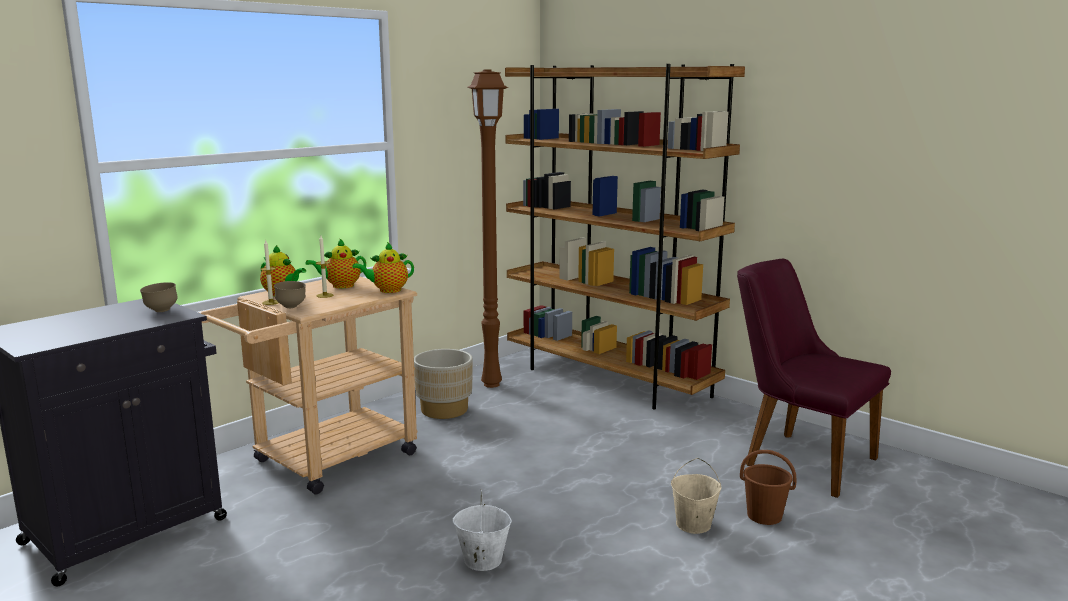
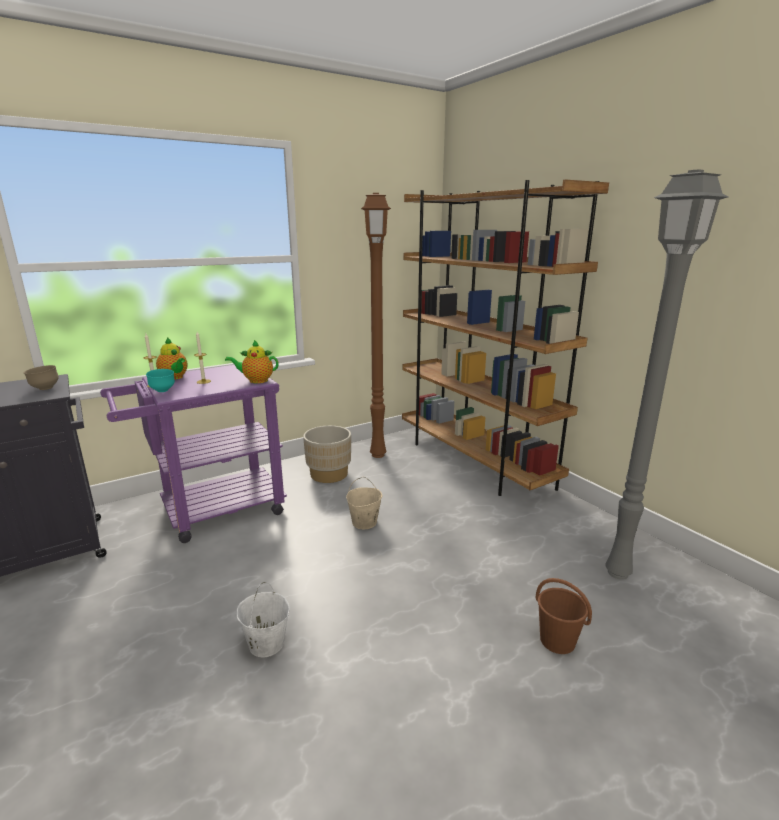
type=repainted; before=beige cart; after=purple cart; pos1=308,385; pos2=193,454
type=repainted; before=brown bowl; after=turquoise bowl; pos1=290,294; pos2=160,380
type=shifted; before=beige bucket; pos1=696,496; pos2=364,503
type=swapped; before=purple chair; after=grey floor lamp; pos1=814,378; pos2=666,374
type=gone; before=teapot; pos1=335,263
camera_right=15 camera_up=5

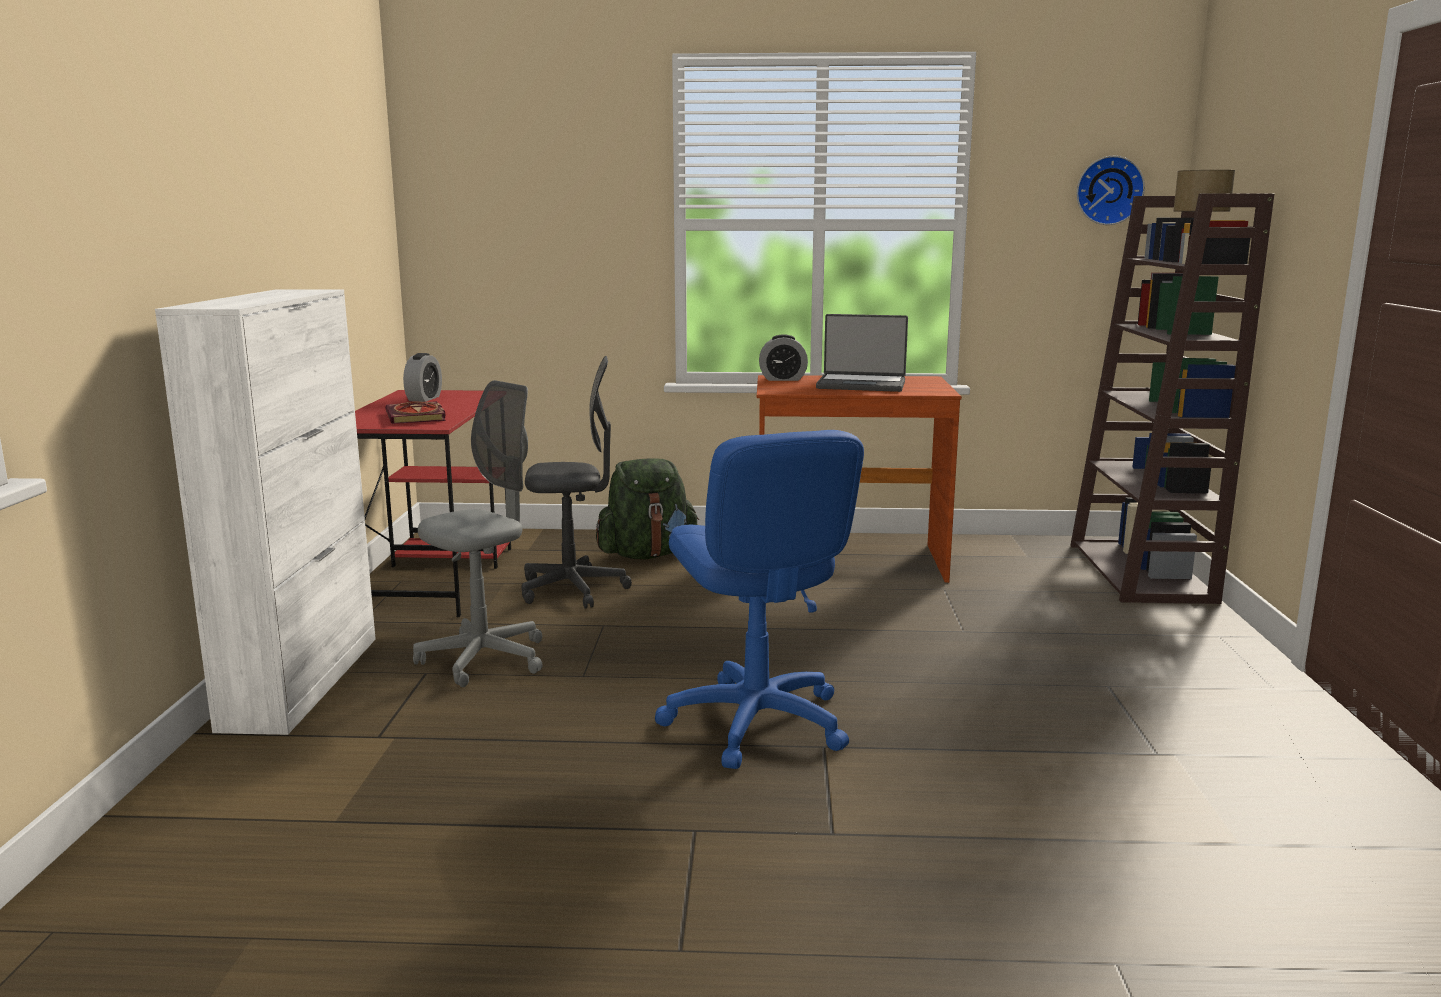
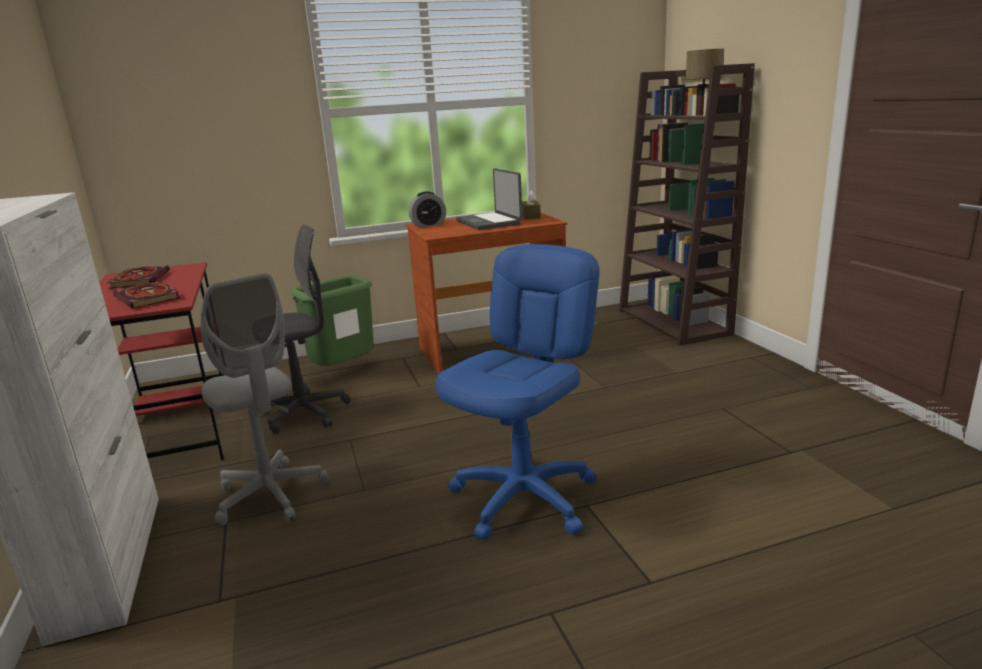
type=swapped; before=alarm clock; after=book; pos1=422,377; pos2=138,277
type=rotated; before=grey office chair; pos1=477,533; pos2=265,399; turn=120
type=swapped; before=green backpack; after=green trash can; pos1=647,508; pos2=332,320
type=rotated; before=blue office chair; pos1=759,599; pos2=517,392; turn=-105
type=rotated; before=laptop; pos1=862,353; pos2=489,199; turn=75
type=new; after=brown tissue box; pos2=531,204
type=gone; before=wall clock; pos1=1111,190
camera_right=-20 camera_up=5

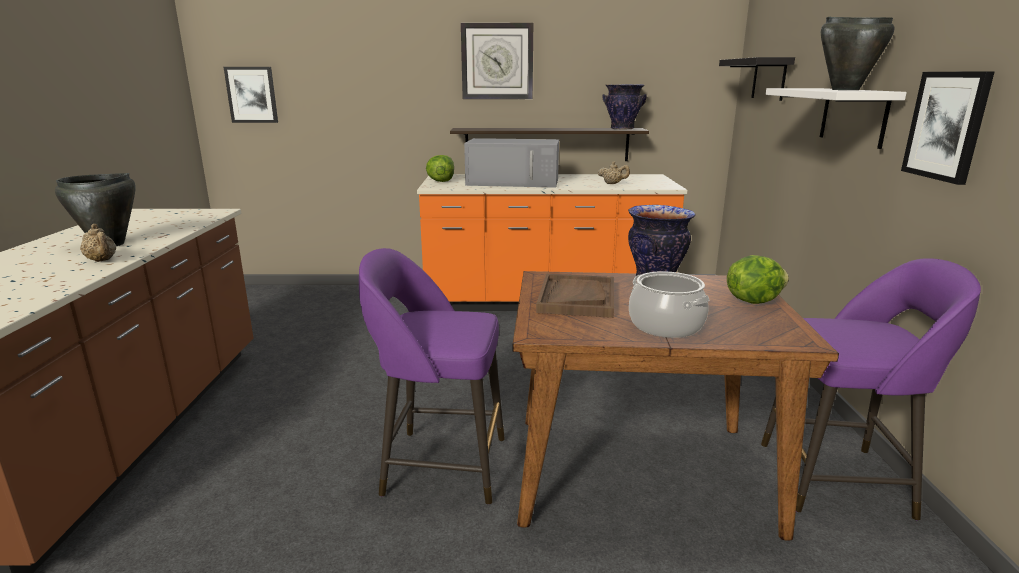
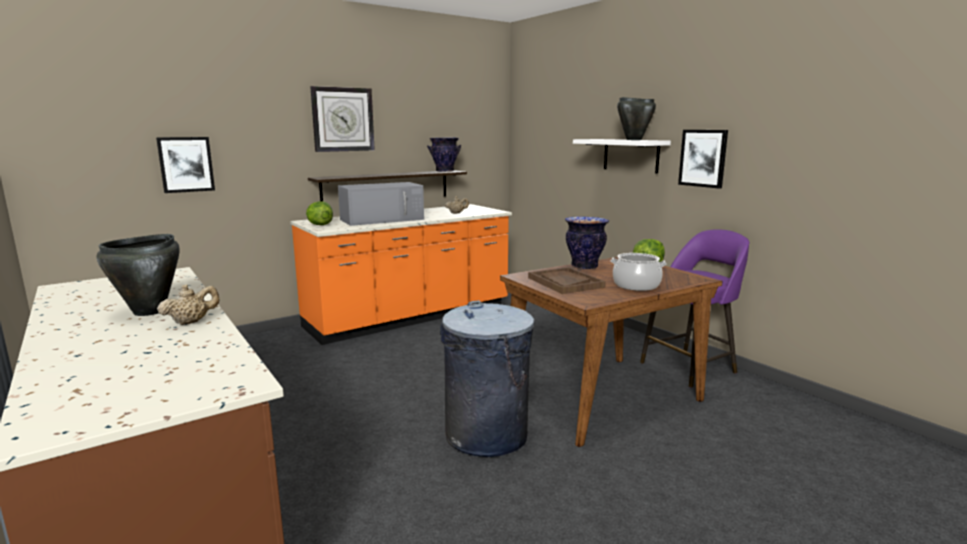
type=shifted; before=picture; pos1=251,95; pos2=185,165
type=rotated; before=beige teapot; pos1=98,243; pos2=188,304; turn=-45
type=swapped; before=purple stool; after=grey trash can; pos1=432,376; pos2=487,378
type=gone; before=black shelf; pos1=757,79
camera_right=-35 camera_up=-5

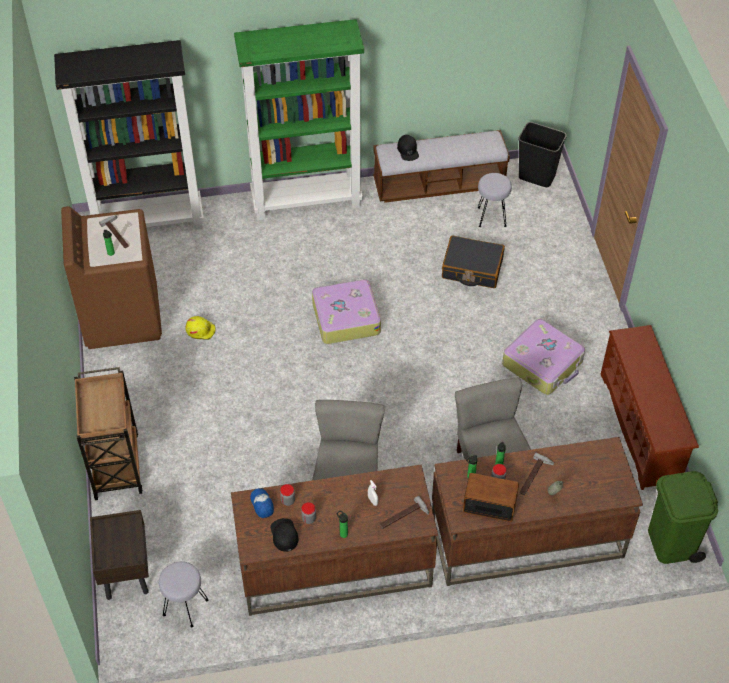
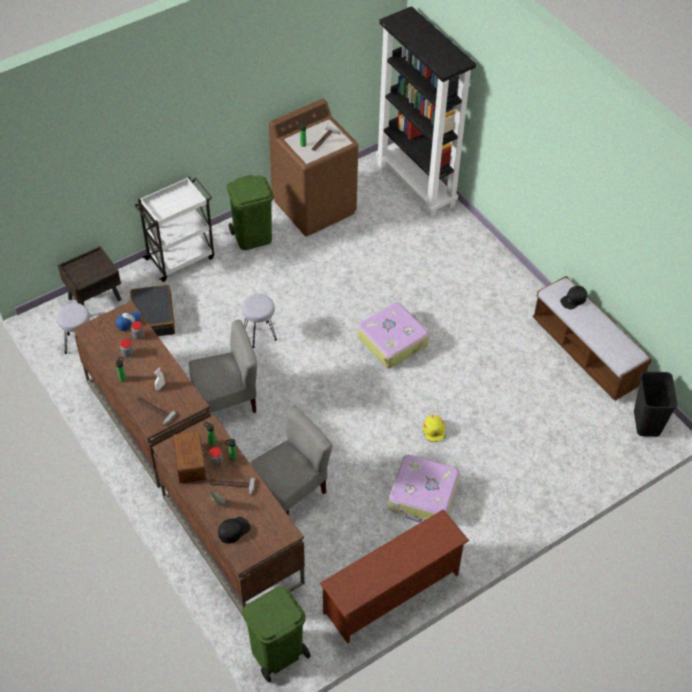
type=shifted; before=black suitcase; pos1=473,261; pos2=152,310
type=repainted; before=brown cart; after=white cart; pos1=108,433; pos2=174,229
type=shifted; before=black cap; pos1=285,535; pos2=234,530
type=new; after=green trash can; pos2=250,212
type=shifted; before=grey stool; pos1=495,200; pos2=259,321
type=shifted; before=yellow hard hat; pos1=200,328; pos2=434,428
type=gone; before=green bookcase; pos1=299,119
camera_right=65 camera_up=0

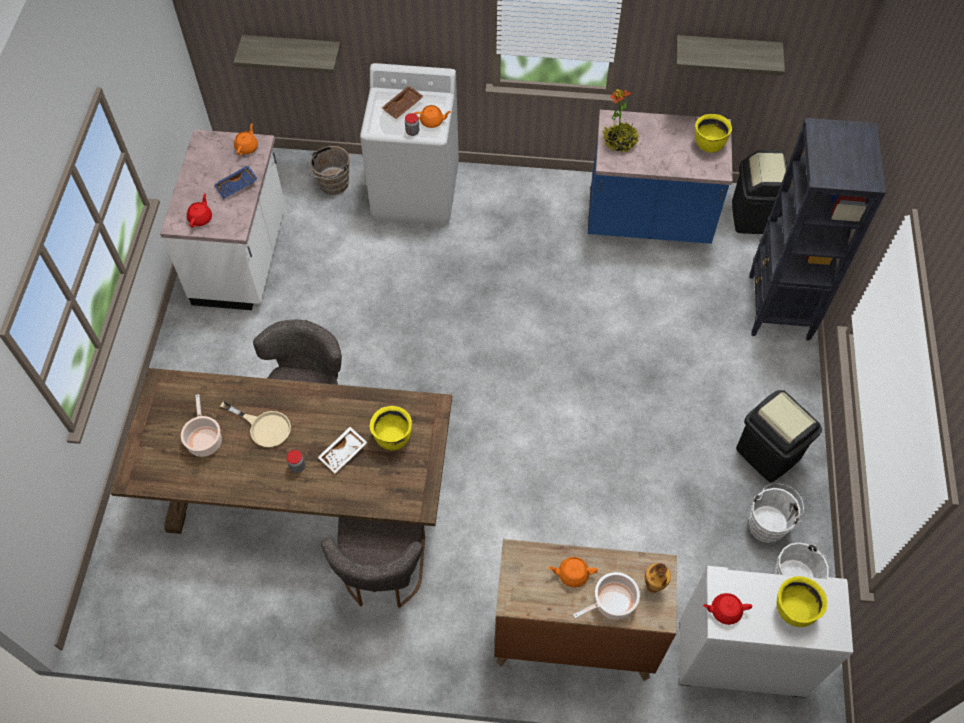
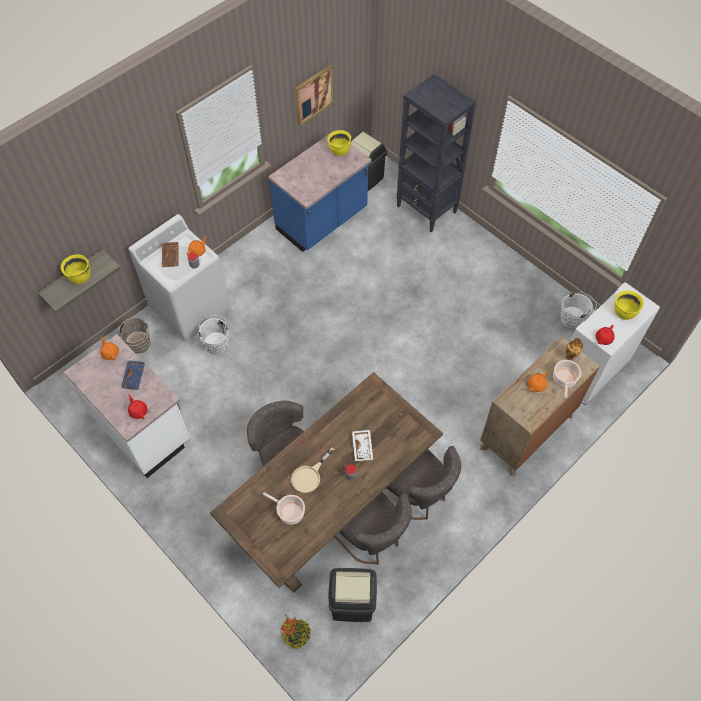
type=shifted; before=yellow cooking pot; pos1=391,428; pos2=76,269
type=shifted; before=white bucket; pos1=776,513; pos2=213,335
type=shifted; before=potted plant; pos1=621,121; pos2=295,632
type=rotated; before=beige frying pan; pos1=255,424; pos2=312,470; turn=150
type=swapped; before=shelf; after=picture; pos1=730,55; pos2=314,95
type=shifted; before=black trash can; pos1=779,436; pos2=353,595
type=new; after=grey chair; pos2=373,528
camera_right=-50 camera_up=0

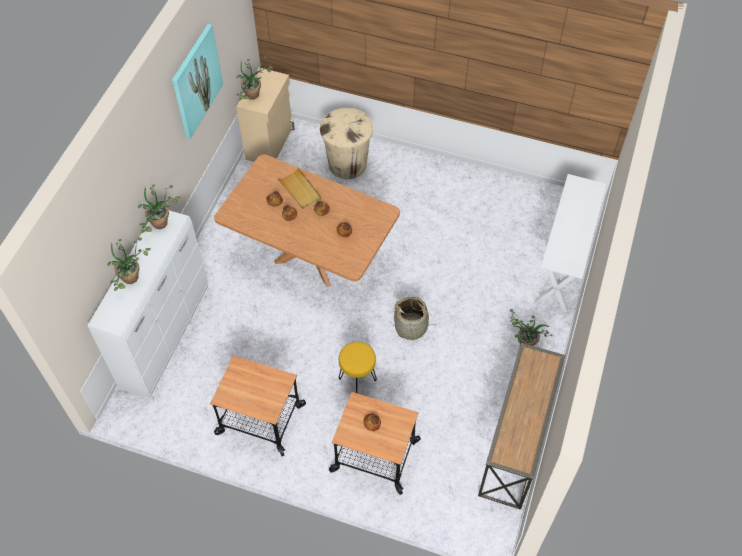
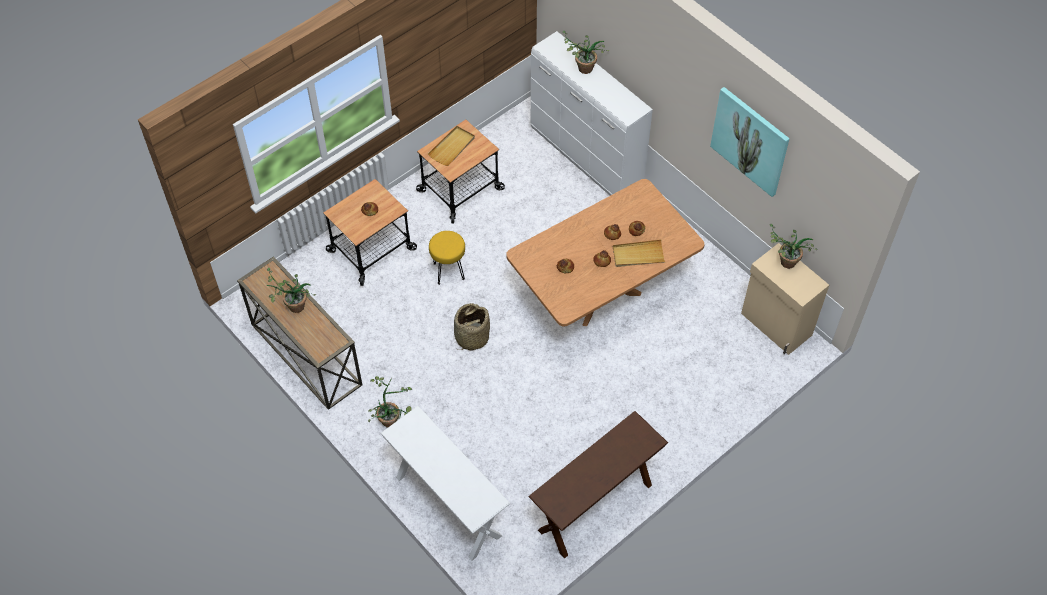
type=shifted; before=potted plant; pos1=159,209; pos2=291,290
type=new; after=beige tray; pos2=451,146
type=new; after=brown console table; pos2=598,485
type=gone; before=beige trash can; pos1=346,143
camera_right=120 camera_up=0

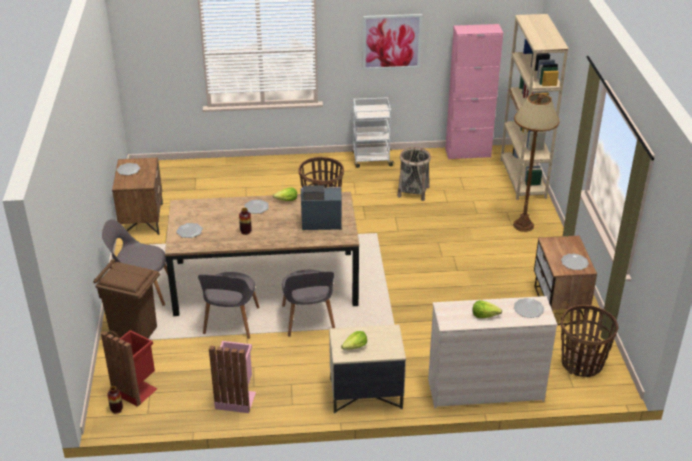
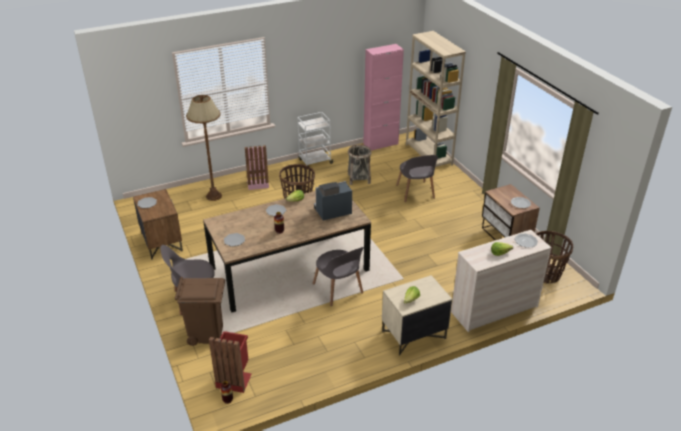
type=shifted; before=brown floor lamp; pos1=536,162; pos2=204,148
type=shifted; before=pink trash can; pos1=232,377; pos2=257,167
type=shifted; before=grey chair; pos1=229,305; pos2=417,178
type=gone; before=picture; pos1=392,42
camera_right=-20 camera_up=0

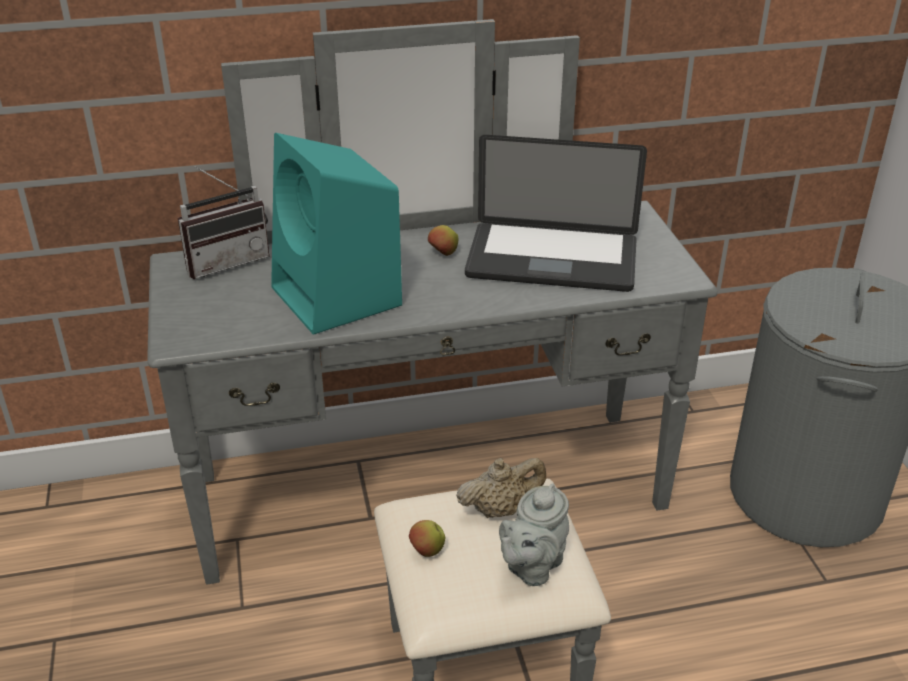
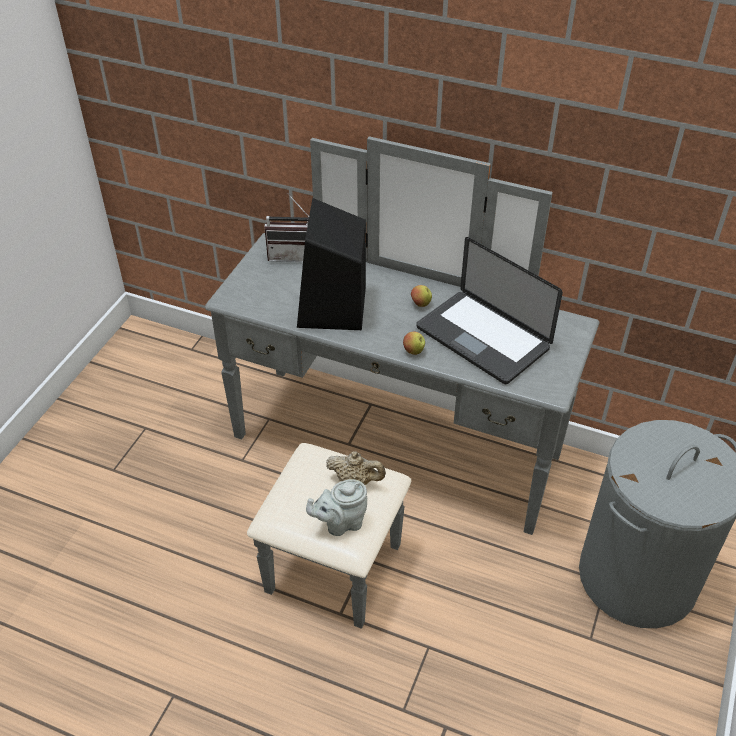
type=repainted; before=turquoise speaker; after=black speaker; pos1=336,234; pos2=331,264
type=shifted; before=apple; pos1=427,538; pos2=414,343
camera_right=35 camera_up=10

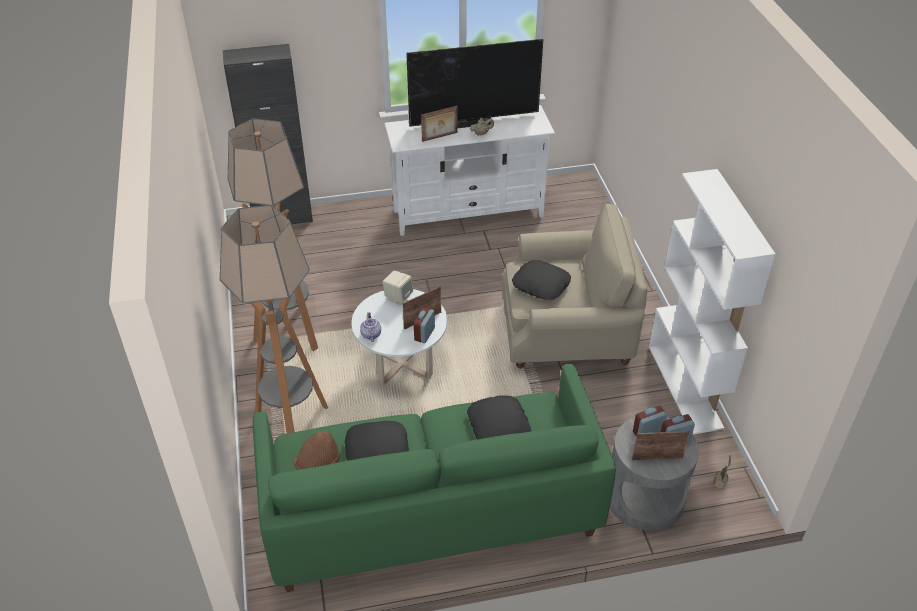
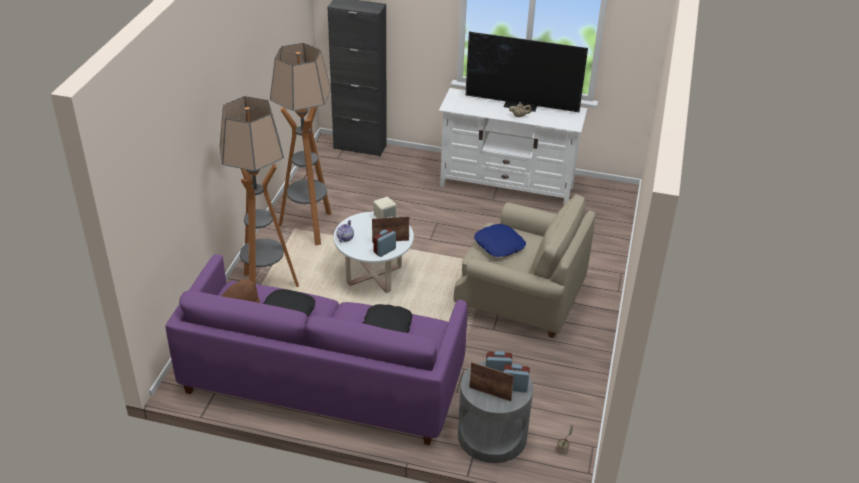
type=repainted; before=green sofa; after=purple sofa; pos1=434,478; pos2=316,349
type=repainted; before=black pillow; after=blue pillow; pos1=541,280; pos2=500,240
type=gone; before=picture frame; pos1=439,124
type=gone; before=white bookcase; pos1=712,301
camera_right=25 camera_up=-5

